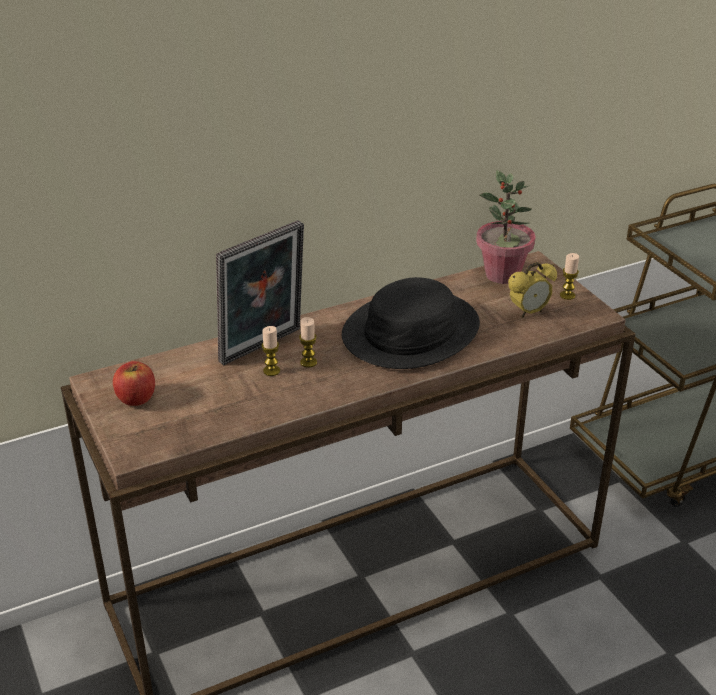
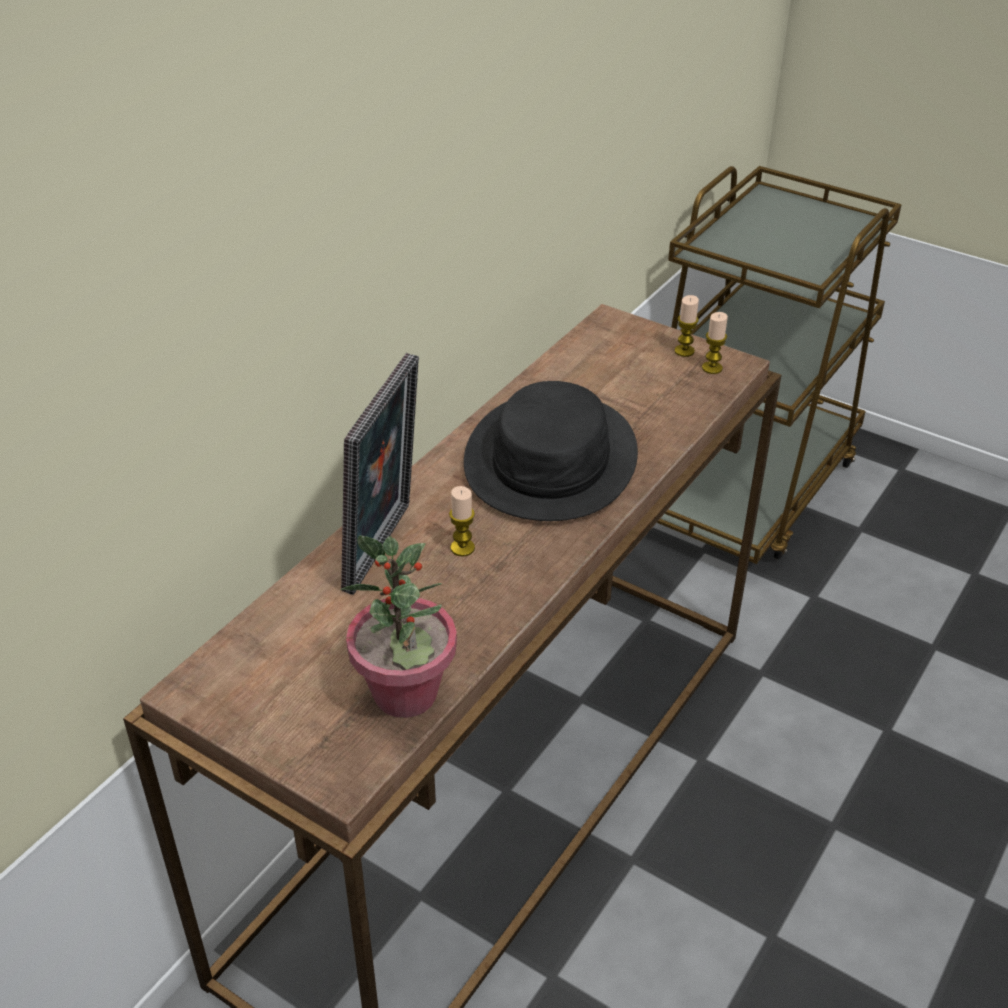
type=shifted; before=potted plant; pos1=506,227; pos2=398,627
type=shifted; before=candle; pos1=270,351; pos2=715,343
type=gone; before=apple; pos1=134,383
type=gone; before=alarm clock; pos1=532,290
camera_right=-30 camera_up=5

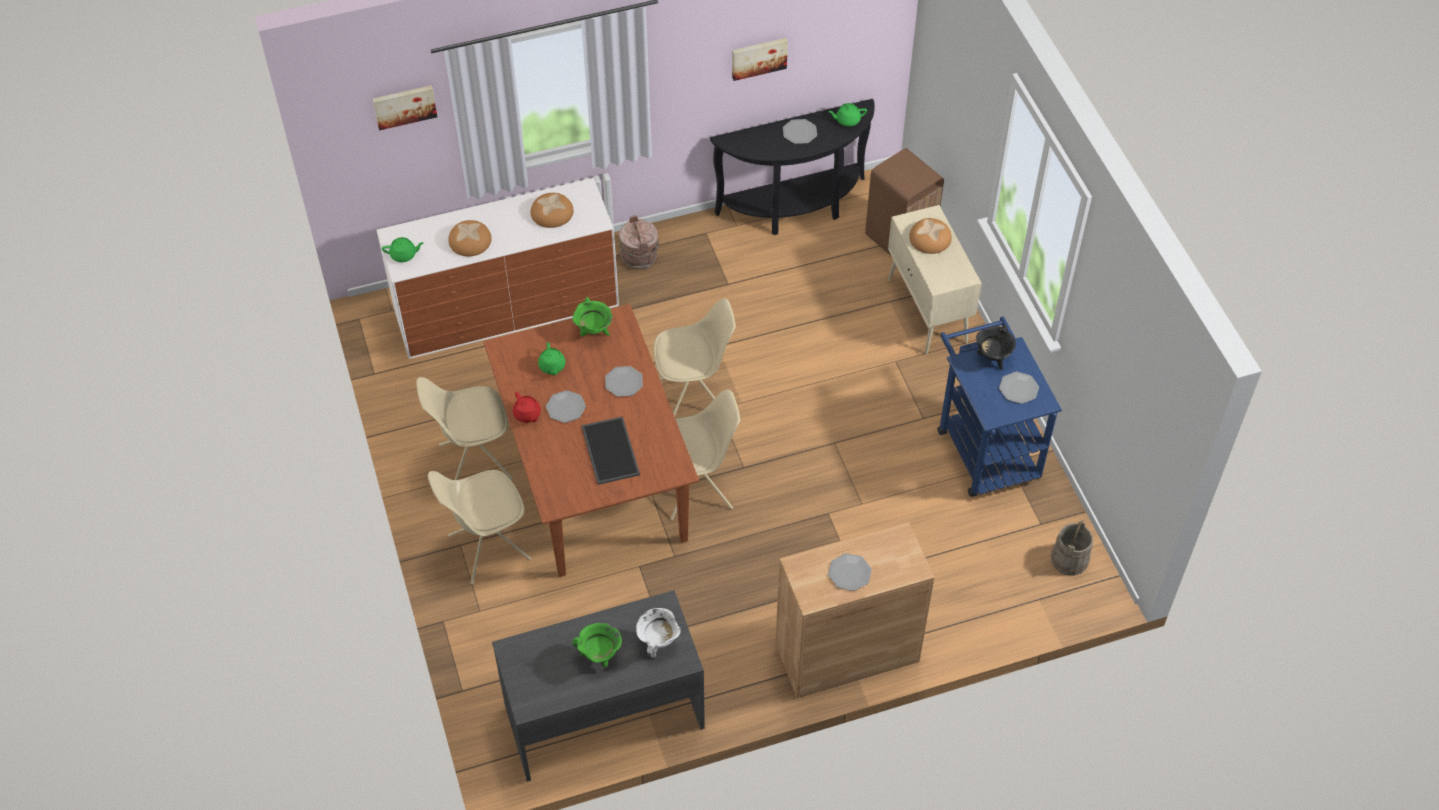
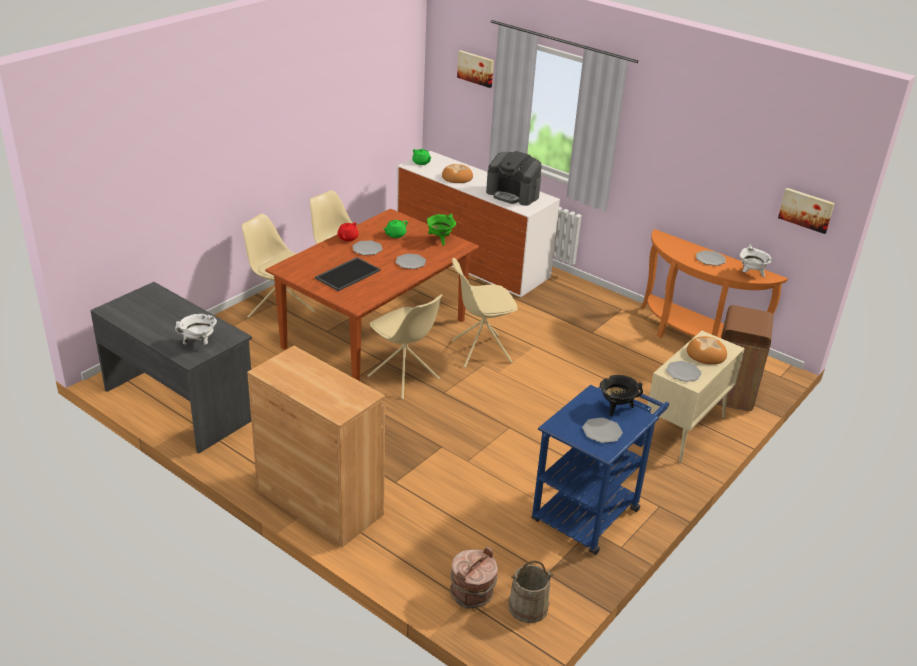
type=shifted; before=brown bucket; pos1=639,242; pos2=474,578
type=rotated; before=beige chair; pos1=695,357; pos2=485,313; turn=120
type=swapped; before=bread; after=coffee machine; pos1=552,210; pos2=514,178
type=repainted; before=black console table; after=orange console table; pos1=792,167; pos2=715,283
type=shifted; before=plate; pos1=850,572; pos2=684,371
type=swapped; before=green teapot; after=white cooking pot; pos1=847,115; pos2=756,261
type=shifted; before=picture; pos1=760,59; pos2=806,211
type=gone; before=green cooking pot; pos1=597,645
camera_right=55 camera_up=-20

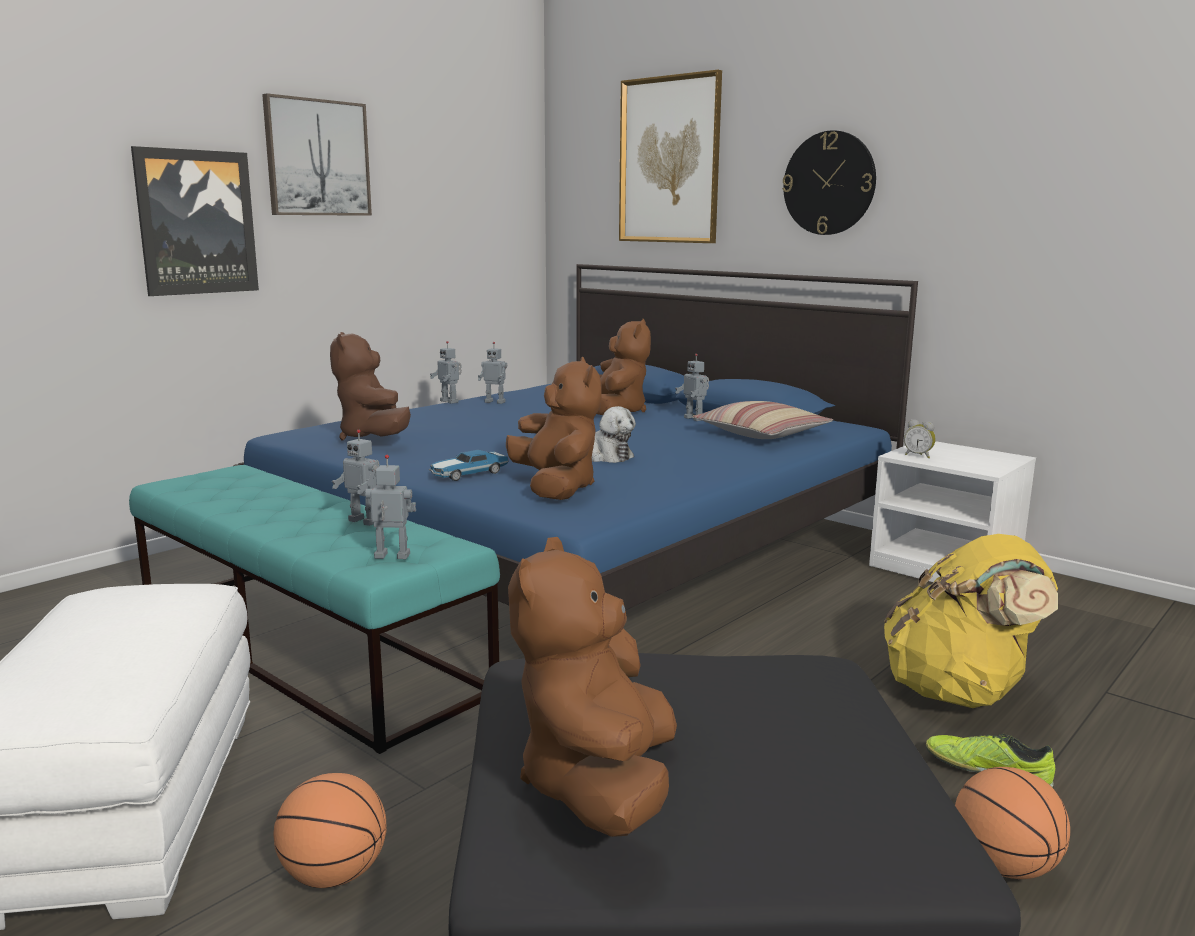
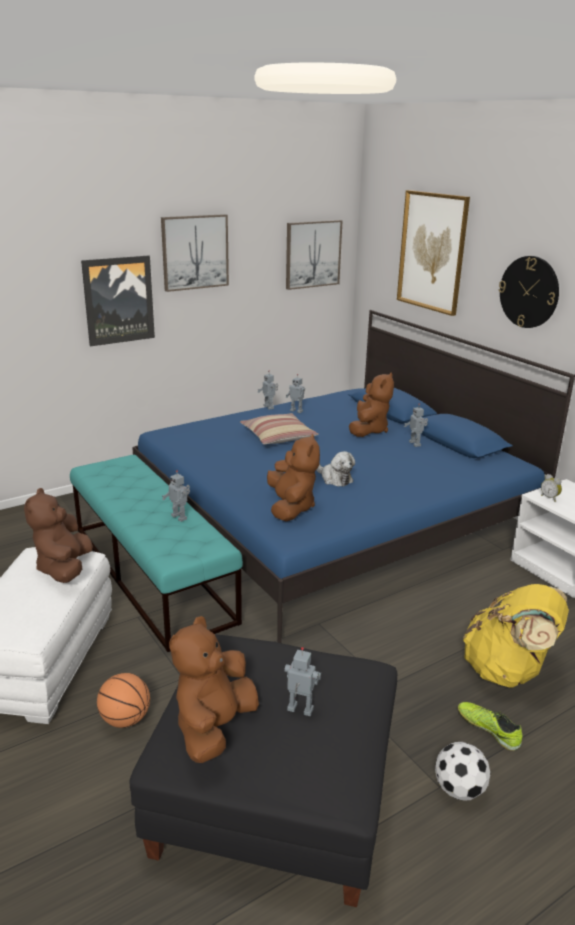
type=shifted; before=brown plush toy; pos1=370,386; pos2=58,535
type=shifted; before=pillow; pos1=762,420; pos2=279,429
type=shifted; before=toy robot; pos1=390,507; pos2=303,681
type=new; after=picture; pos2=314,255
type=swapped; before=basketball; after=football; pos1=1012,823; pos2=463,771
type=gone; before=toy car; pos1=469,465
camera_right=15 camera_up=10

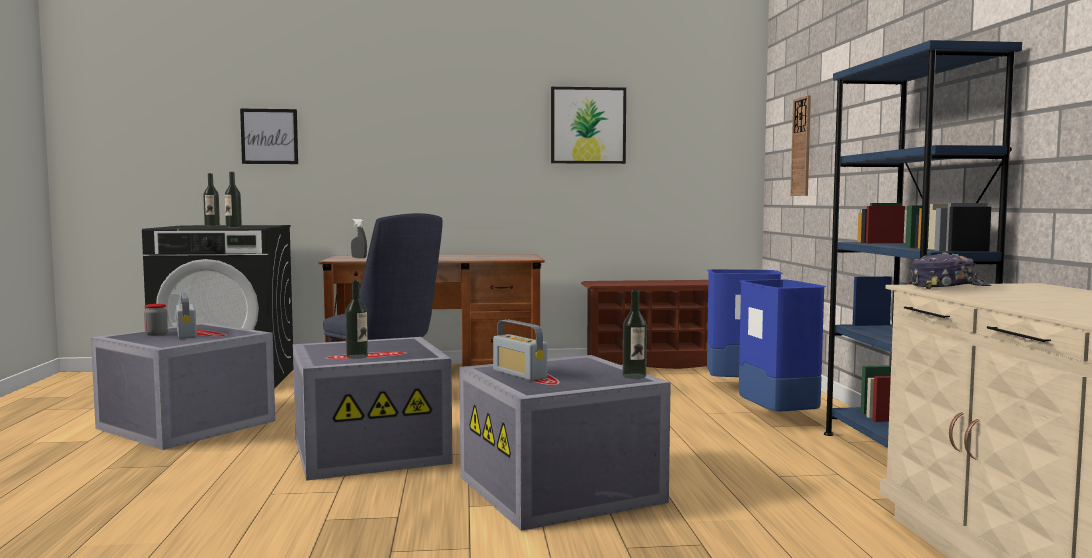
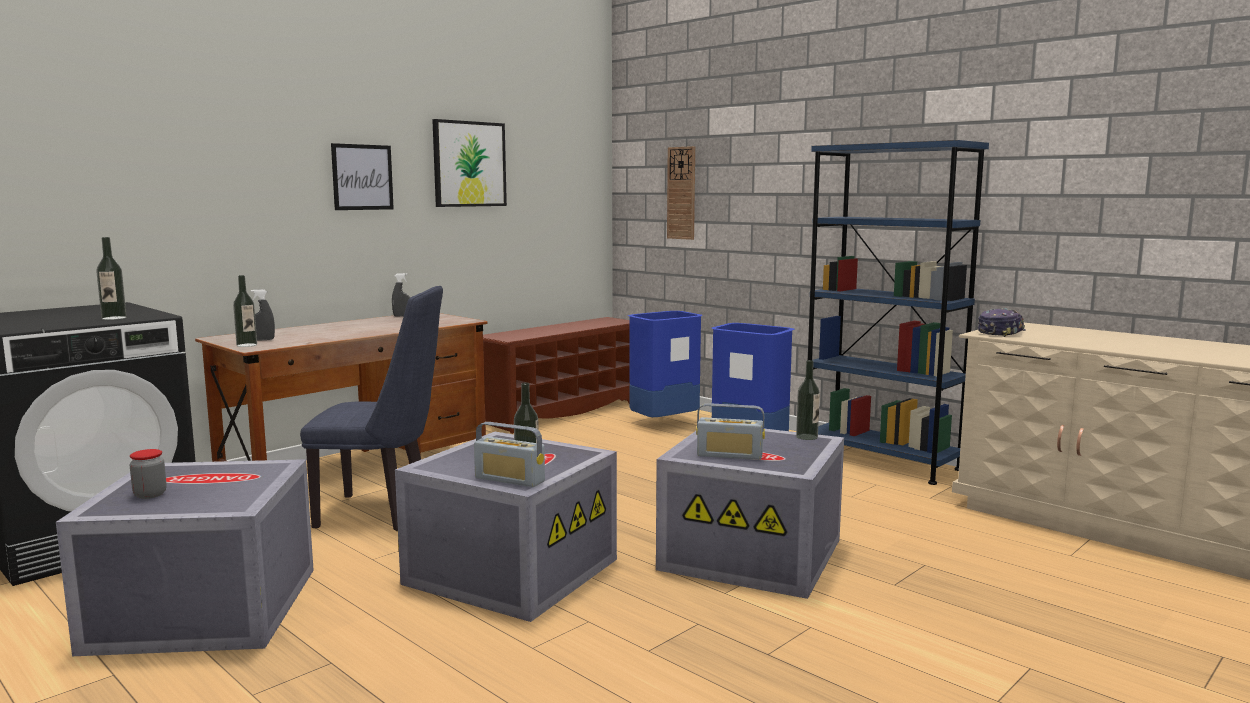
type=shifted; before=bottle; pos1=211,199; pos2=245,311
type=shifted; before=picture; pos1=269,136; pos2=362,176
type=new; after=grey spray bottle; pos2=401,294
type=shifted; before=radio; pos1=186,315; pos2=509,454
camera_right=-40 camera_up=5

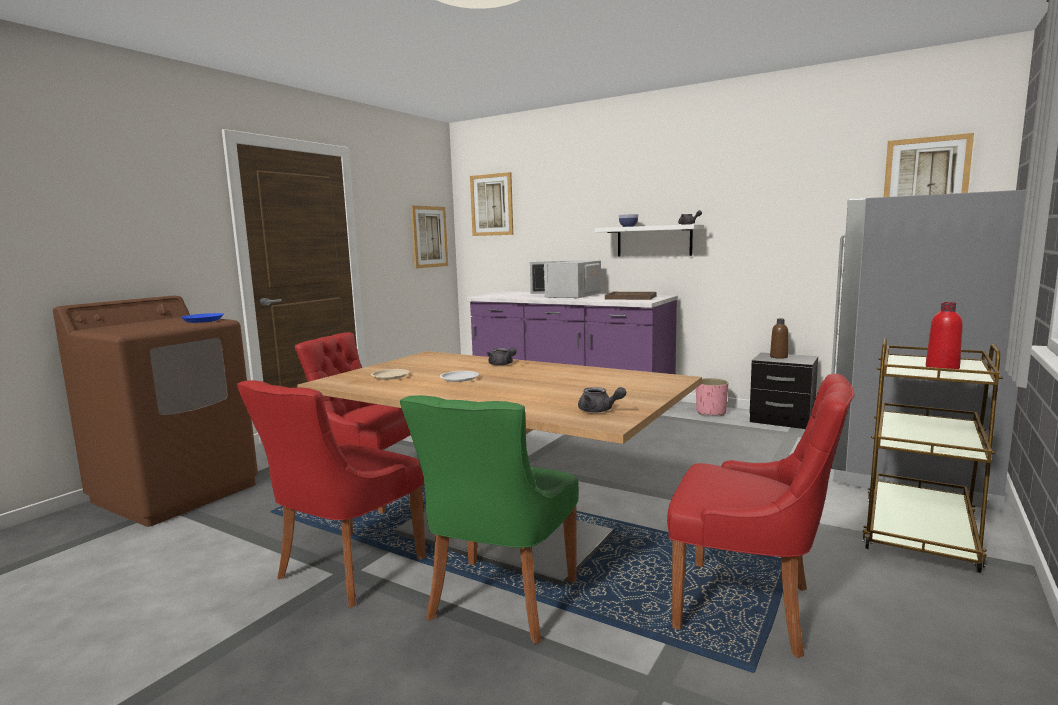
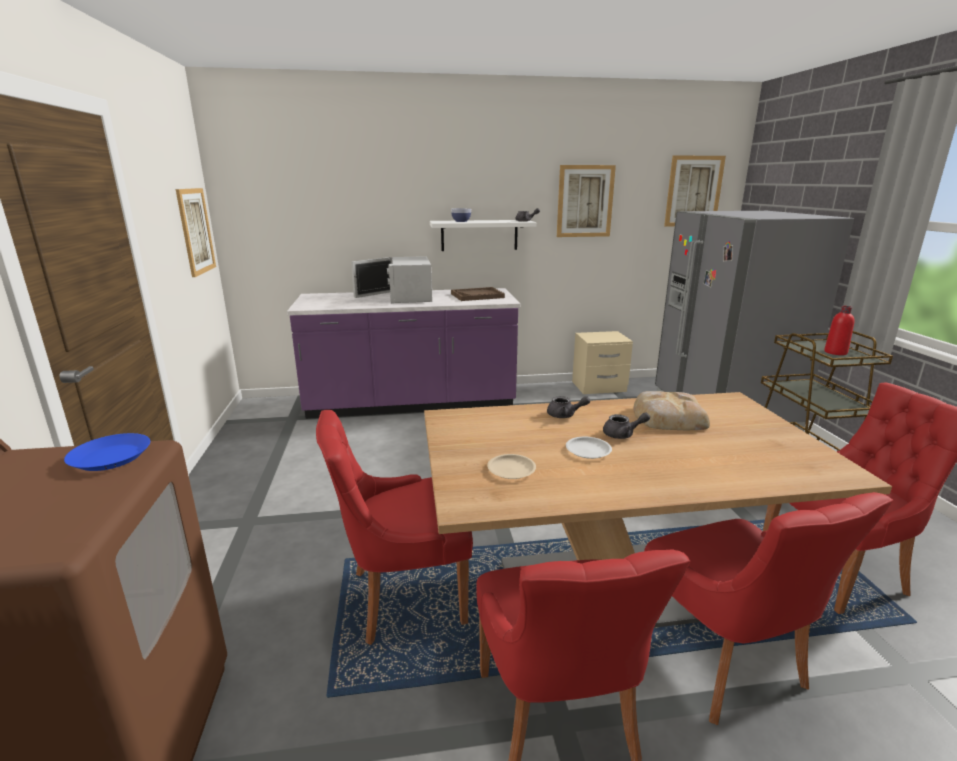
type=shifted; before=picture; pos1=491,204; pos2=586,201
type=repainted; before=black nightstand; after=beige nightstand; pos1=784,390; pos2=602,362
type=shifted; before=grey teapot; pos1=602,400; pos2=626,425
type=new; after=bread; pos2=672,410
type=repainted; before=green chair; after=red chair; pos1=489,519; pos2=768,608
type=gone; before=pink planter; pos1=712,397
type=gone; before=brown bottle; pos1=779,339
camera_right=-40 camera_up=10

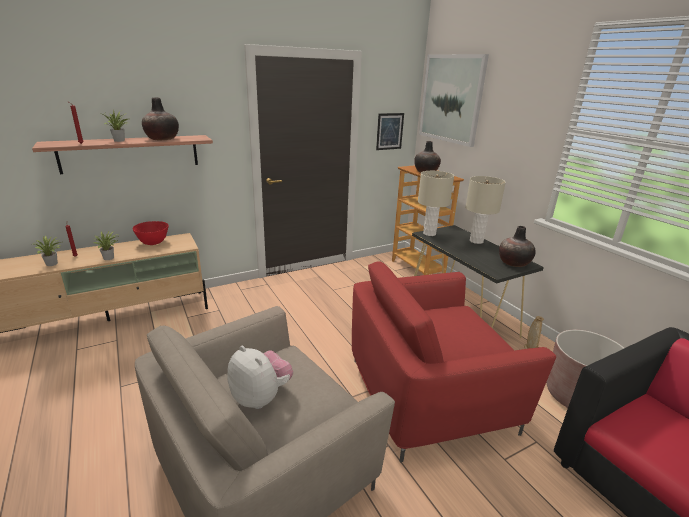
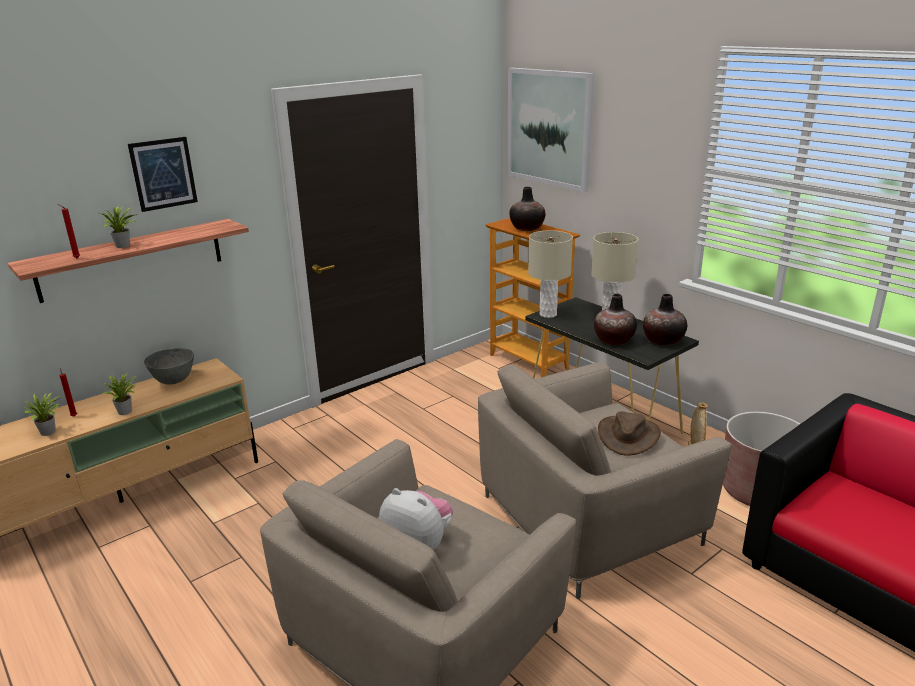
type=shifted; before=picture; pos1=390,131; pos2=163,174
type=repainted; before=red bowl; after=grey bowl; pos1=151,233; pos2=169,366
type=repainted; before=red armchair; after=beige armchair; pos1=454,361; pos2=605,480
type=shifted; before=vase; pos1=160,118; pos2=615,319
type=new; after=brown hat; pos2=629,433
camera_right=-10 camera_up=0

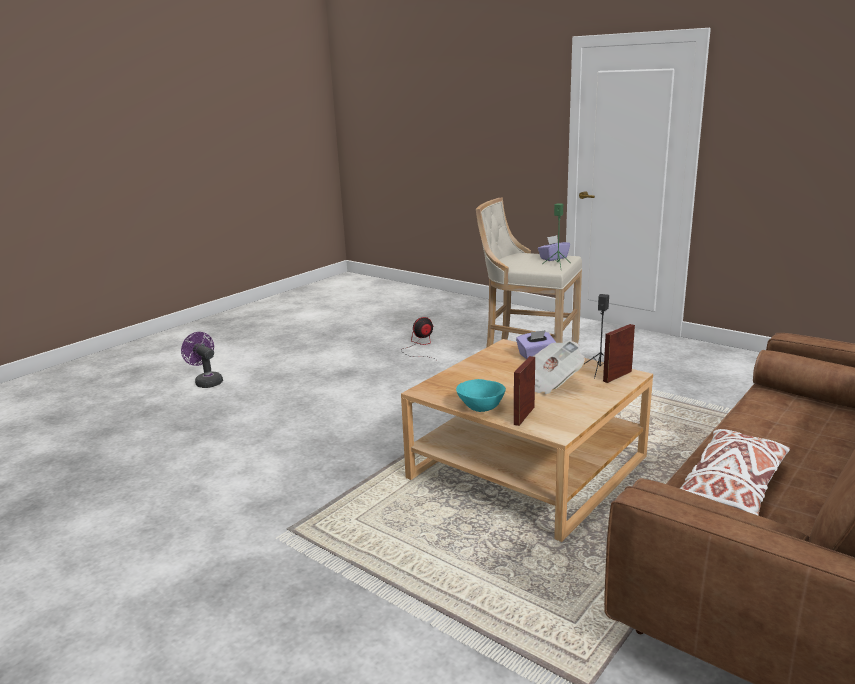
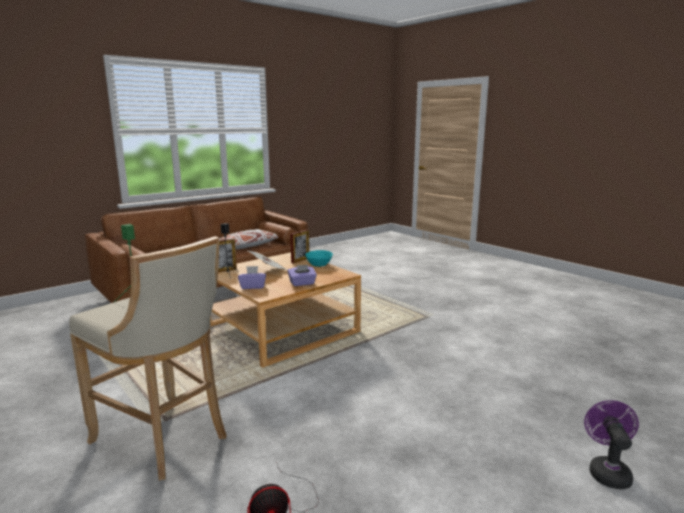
type=shifted; before=purple tissue box; pos1=554,248; pos2=302,275
type=rotated; before=purple fan; pos1=202,360; pos2=611,444; turn=-135
camera_right=-170 camera_up=-5

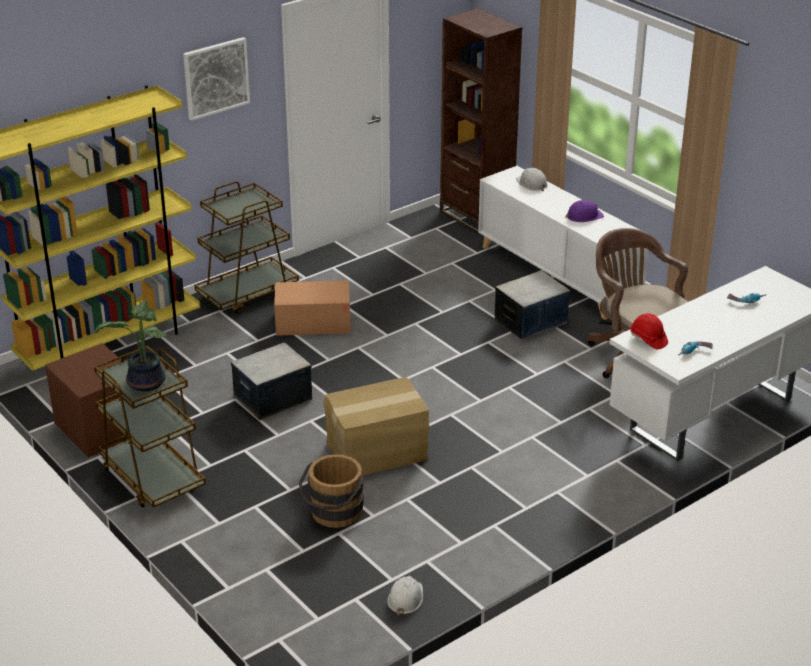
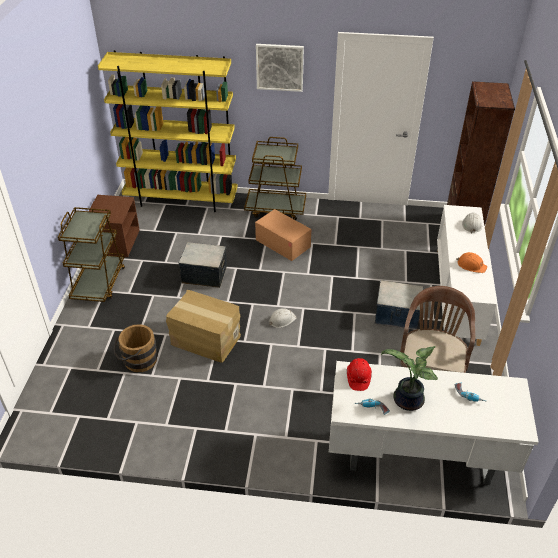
type=shifted; before=white hard hat; pos1=405,595; pos2=283,318
type=shifted; before=potted plant; pos1=131,345; pos2=409,378
type=repainted; before=purple hard hat; after=orange hard hat; pos1=584,211; pos2=471,262
camera_right=45 camera_up=10

